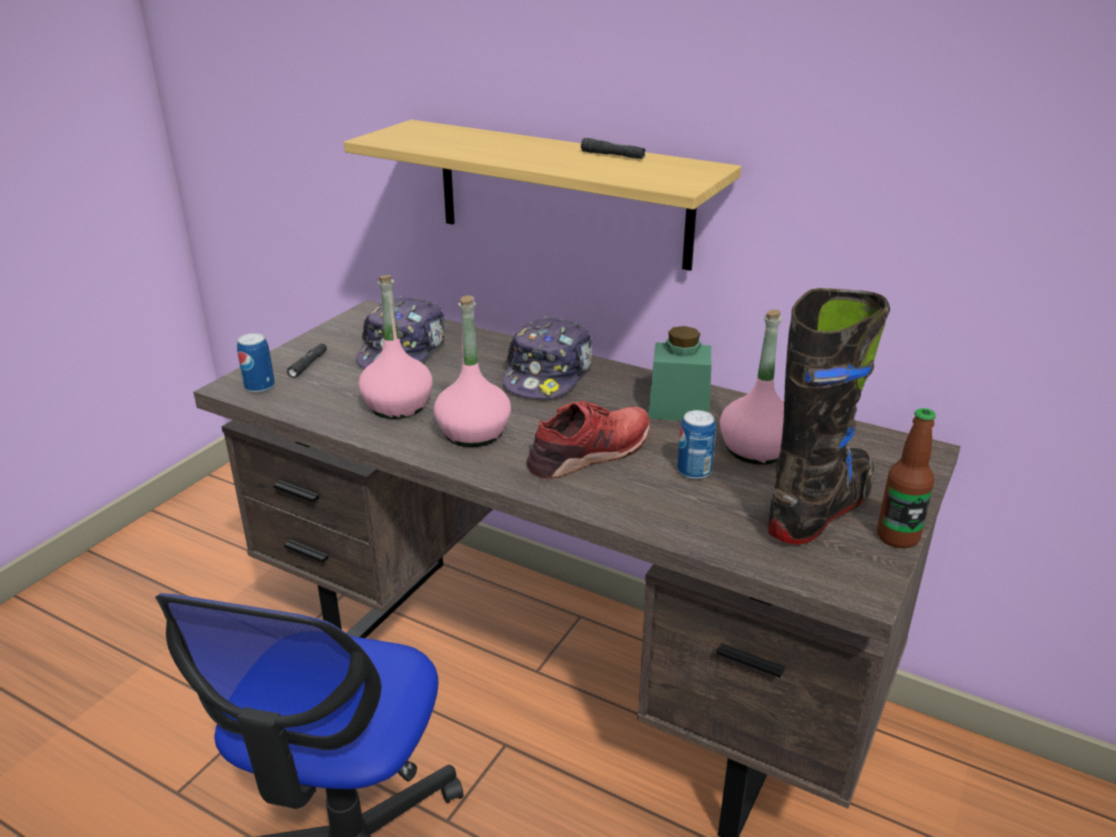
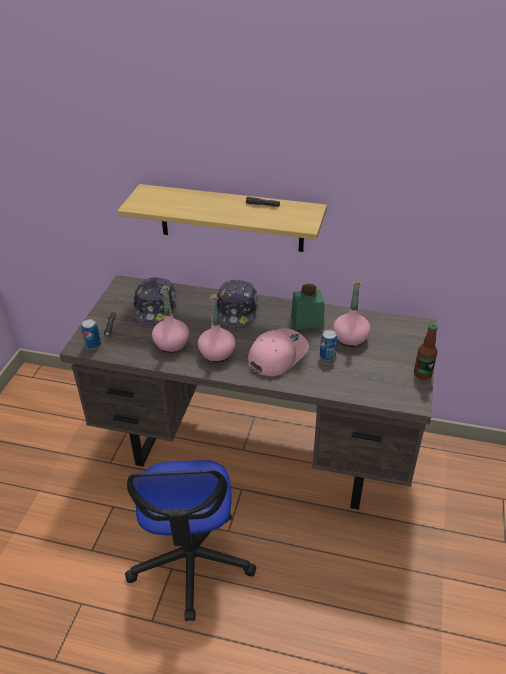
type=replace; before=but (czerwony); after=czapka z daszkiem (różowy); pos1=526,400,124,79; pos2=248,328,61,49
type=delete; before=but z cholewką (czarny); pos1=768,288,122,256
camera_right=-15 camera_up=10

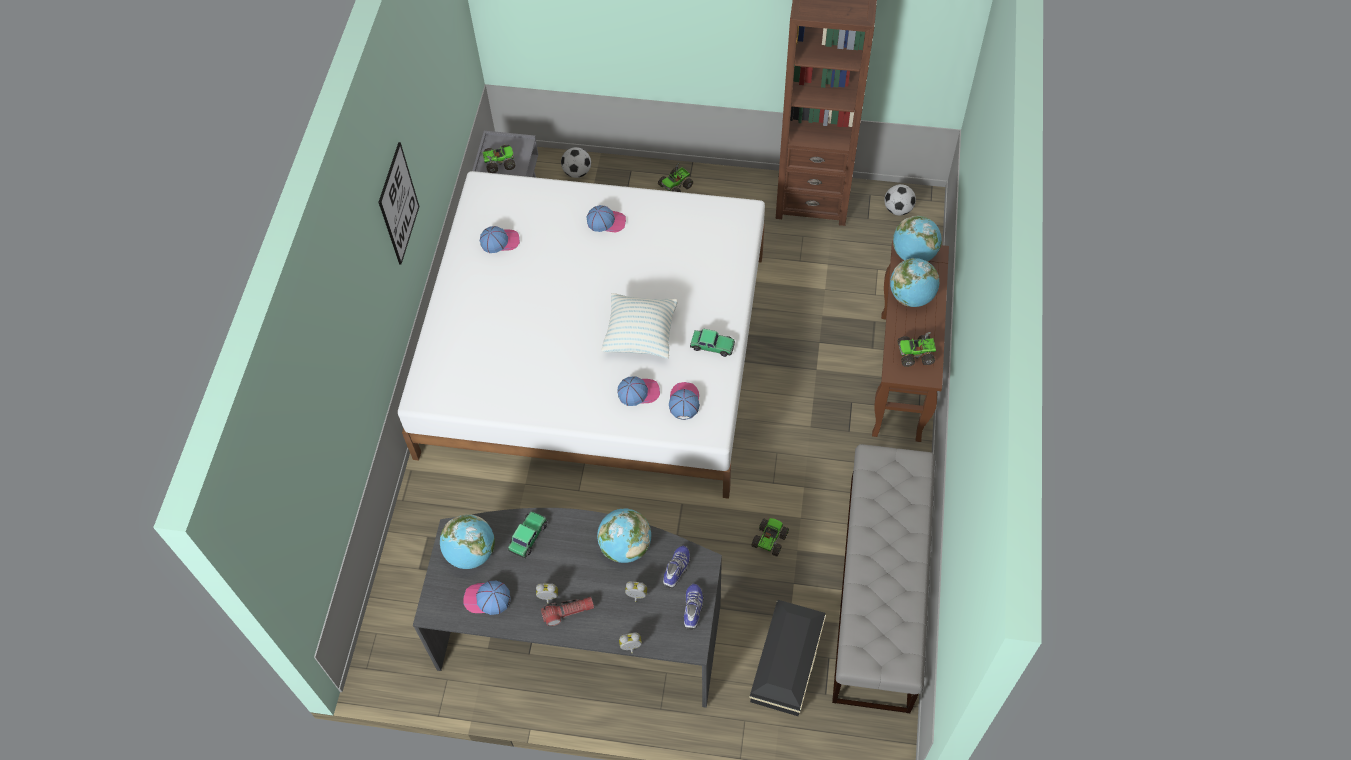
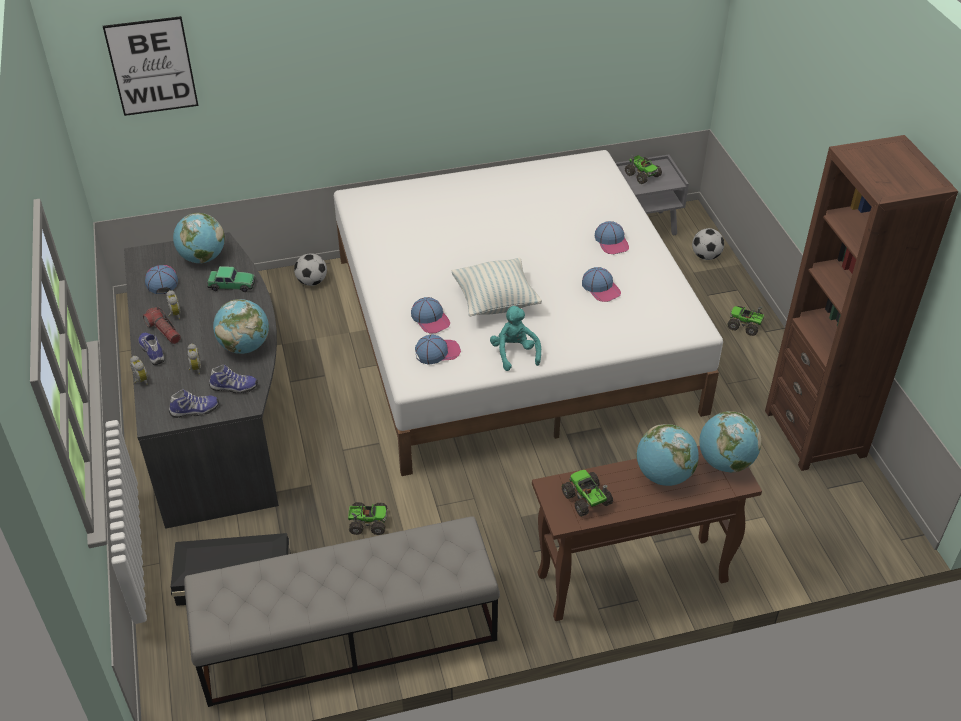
type=move; before=obraz; pos1=378,142,42,122; pos2=103,16,95,100
type=move; before=czapka z daszkiem; pos1=480,226,40,27; pos2=582,267,39,35
type=replace; before=samochodzik; after=pluszak (turkusowy); pos1=690,329,45,28; pos2=490,306,51,65
type=move; before=piłka futbolowa; pos1=884,184,32,32; pos2=294,253,33,33
type=insert; after=but; pos2=138,332,26,33
camera_right=65 camera_up=-15

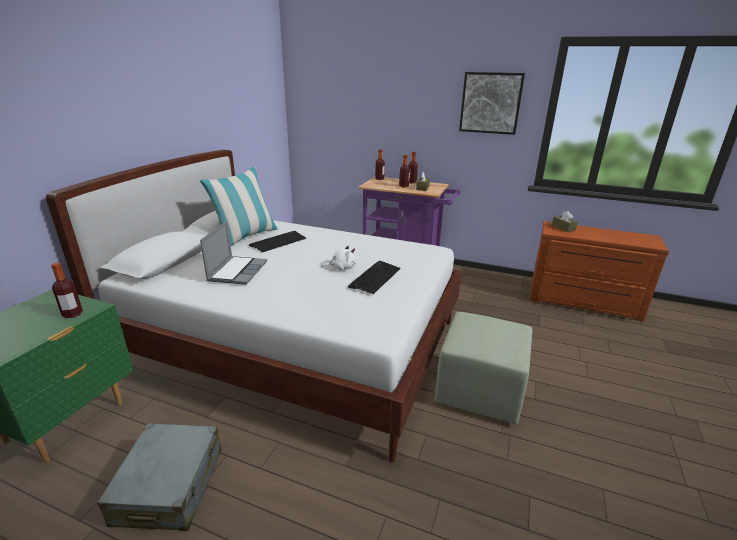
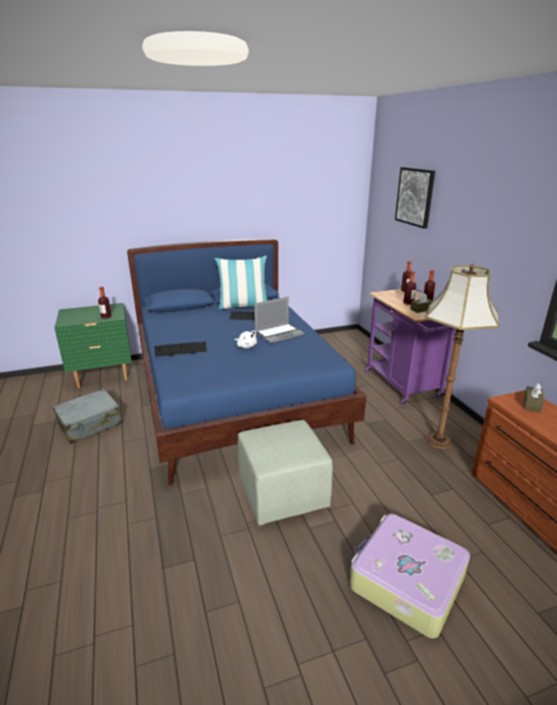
type=recolor; before=łóżko (biały); after=łóżko (niebieski); pos1=46,150,416,313; pos2=127,239,239,246
type=move; before=laptop; pos1=200,221,67,64; pos2=254,296,50,47
type=move; before=klawiatura; pos1=348,261,53,33; pos2=154,341,53,16
type=move; before=obraz; pos1=459,72,66,63; pos2=395,167,40,62
type=insert; after=walizka; pos2=350,514,120,124
type=insert; after=lampa stojąca; pos2=425,263,75,186
camera_right=50 camera_up=0

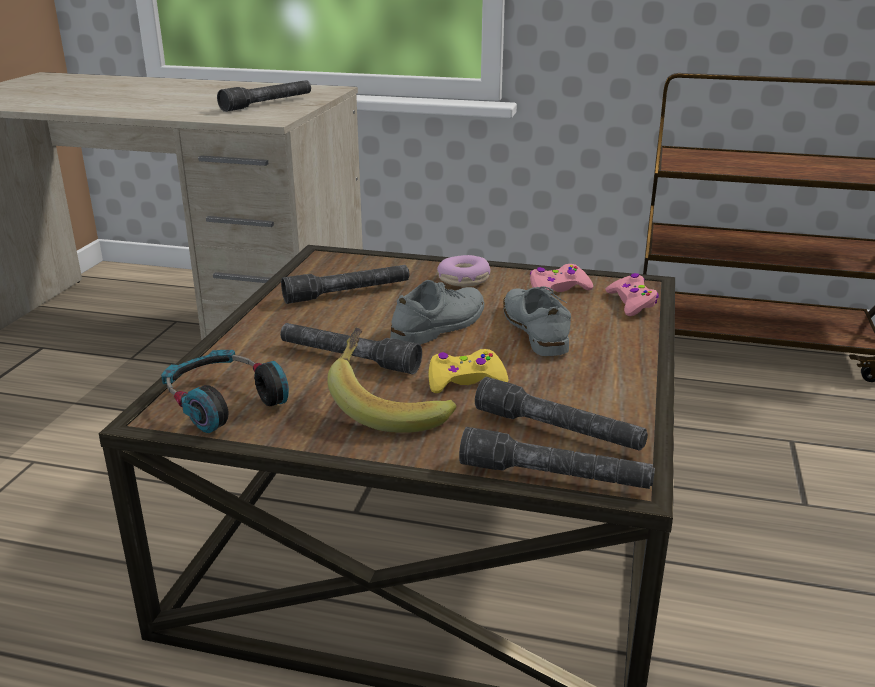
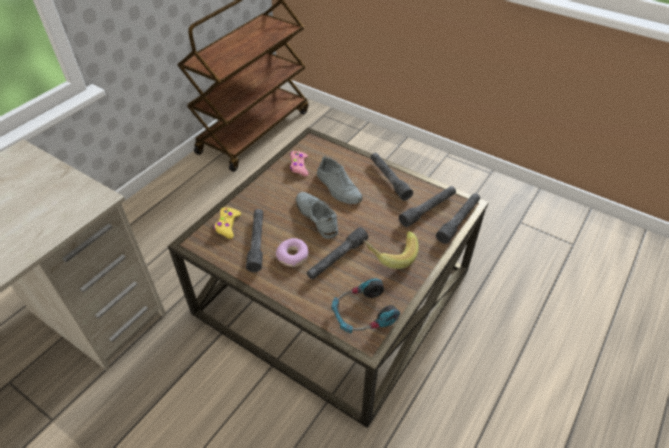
type=move; before=latarka (szary); pos1=217,80,94,32; pos2=371,153,42,48
type=move; before=pad do gier (żółty); pos1=429,349,79,44; pos2=214,207,27,32
type=move; before=donut; pos1=437,255,54,32; pos2=276,238,33,29
type=rotate; before=but (szary); pos1=503,286,68,70; pos2=317,156,46,48; turn=-135
type=delete; before=pad do gier (różowy); pos1=605,273,54,43
camera_right=-70 camera_up=20

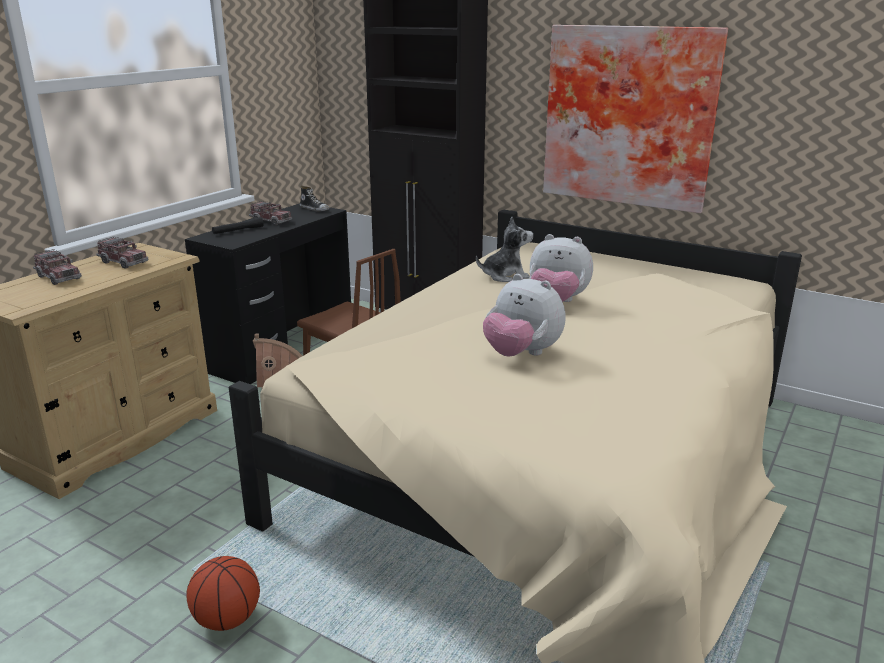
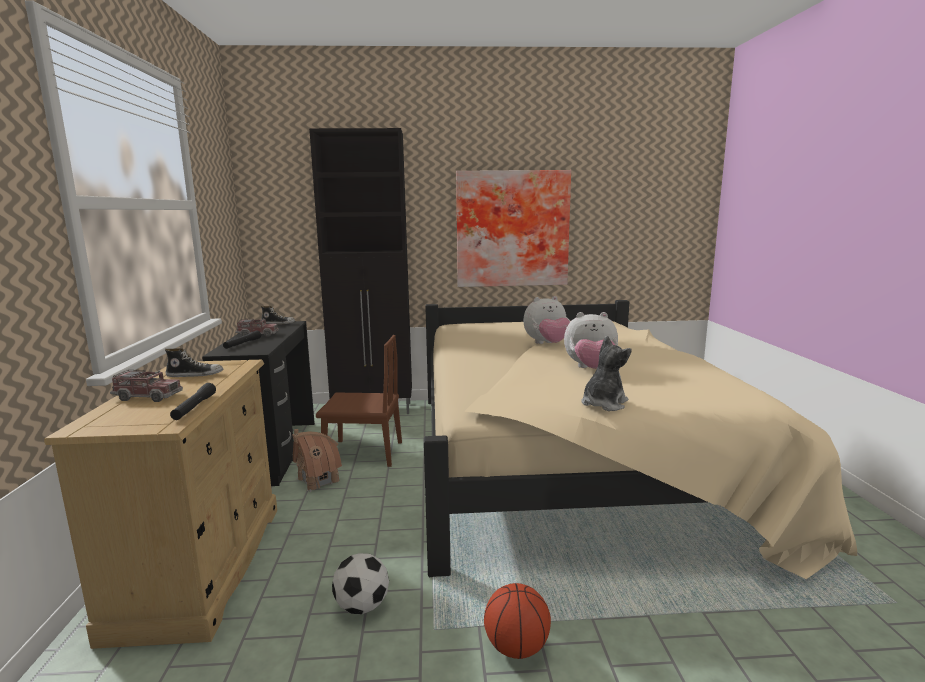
type=replace; before=ciężarówka zabawkowa; after=but; pos1=96,237,53,32; pos2=165,348,59,29
type=move; before=pluszak; pos1=476,217,57,65; pos2=581,336,51,75
type=insert; after=latarka (czarny); pos2=170,383,46,37
type=insert; after=piłka futbolowa; pos2=332,553,57,61
camera_right=-35 camera_up=-10

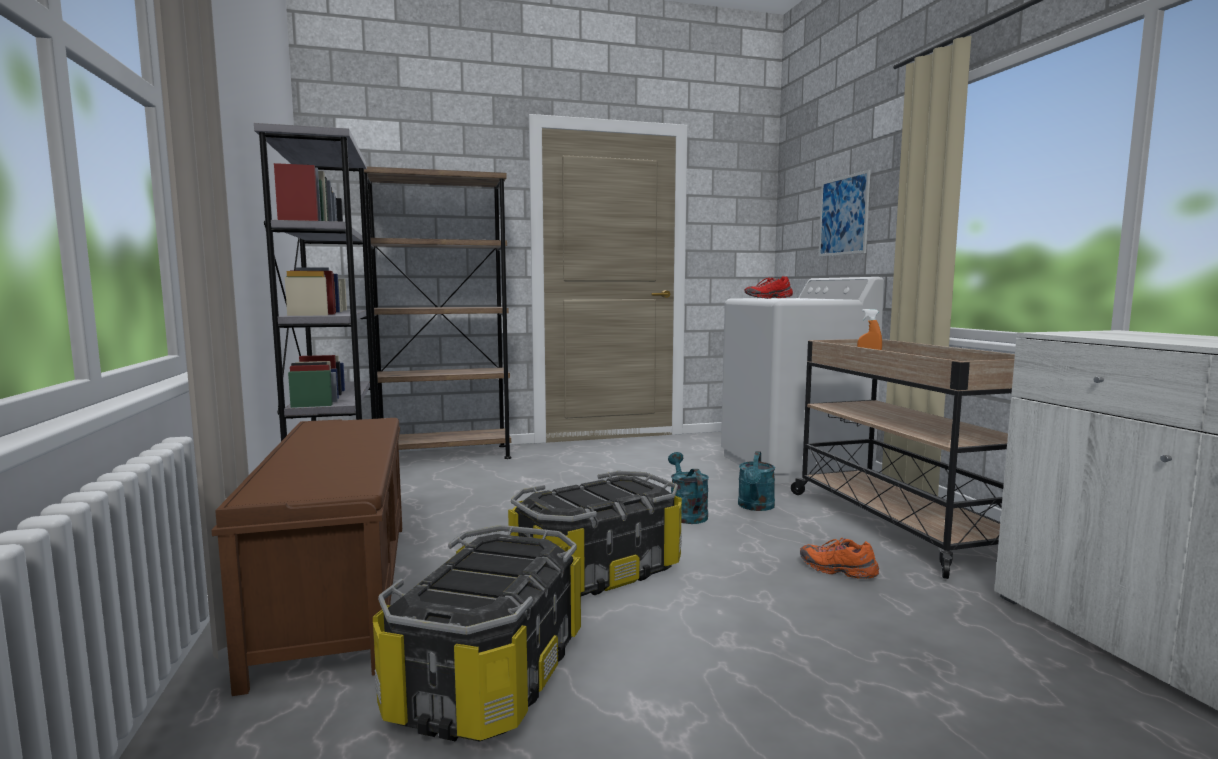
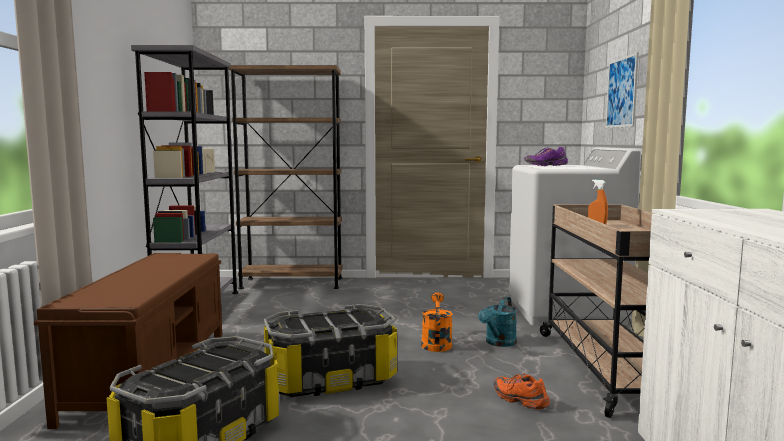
type=recolor; before=konewka (turkusowy); after=konewka (pomarańczowy); pos1=668,452,41,72; pos2=421,293,32,59
type=recolor; before=but (czerwony); after=but (fioletowy); pos1=744,276,49,23; pos2=524,147,44,19
camera_right=15 camera_up=0

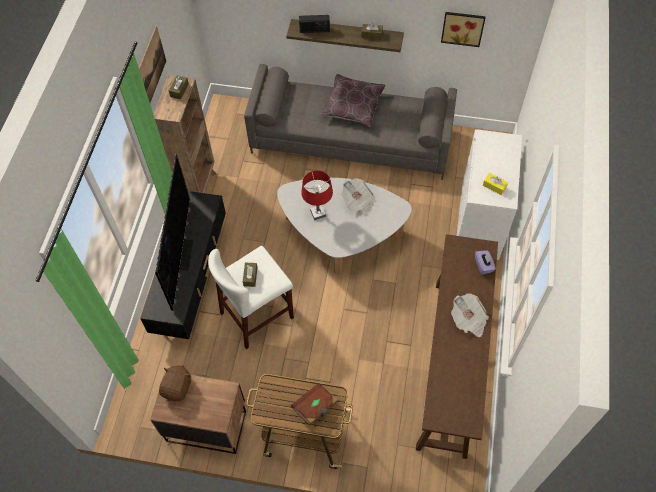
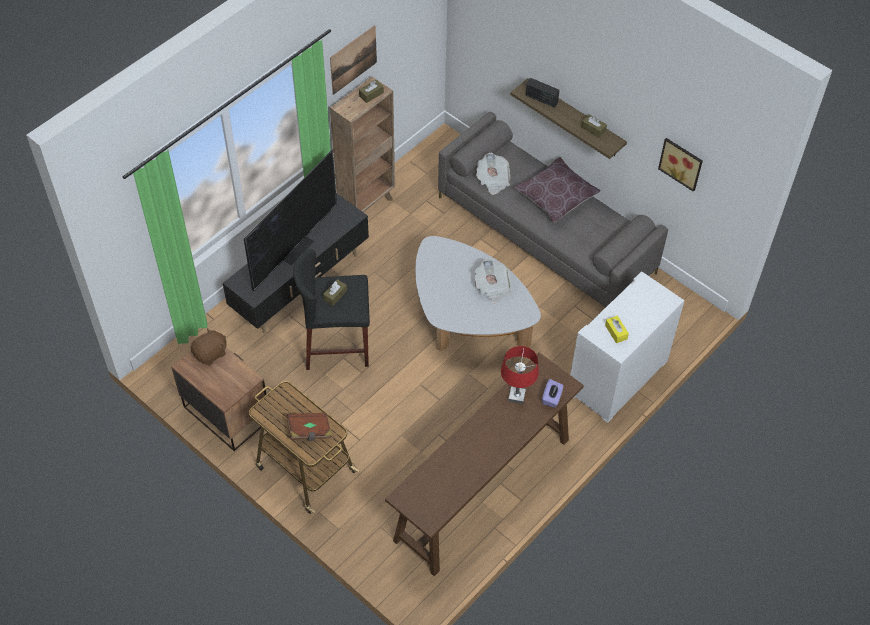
type=recolor; before=stołek (biały); after=stołek (czarny); pos1=208,246,86,103; pos2=293,249,77,121
type=move; before=lampa stołowa (czerwony); pos1=301,171,32,49; pos2=501,346,38,58
type=move; before=gazeta; pos1=451,293,38,44; pos2=476,153,34,42
camera_right=30 camera_up=-5

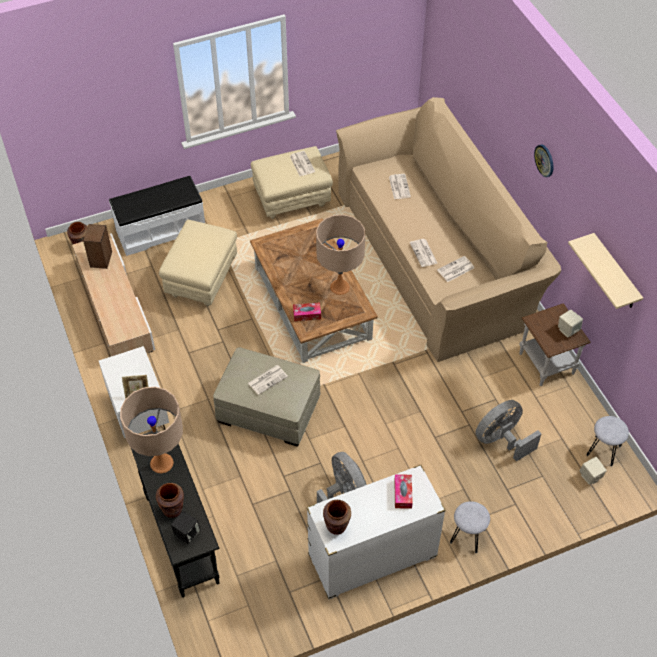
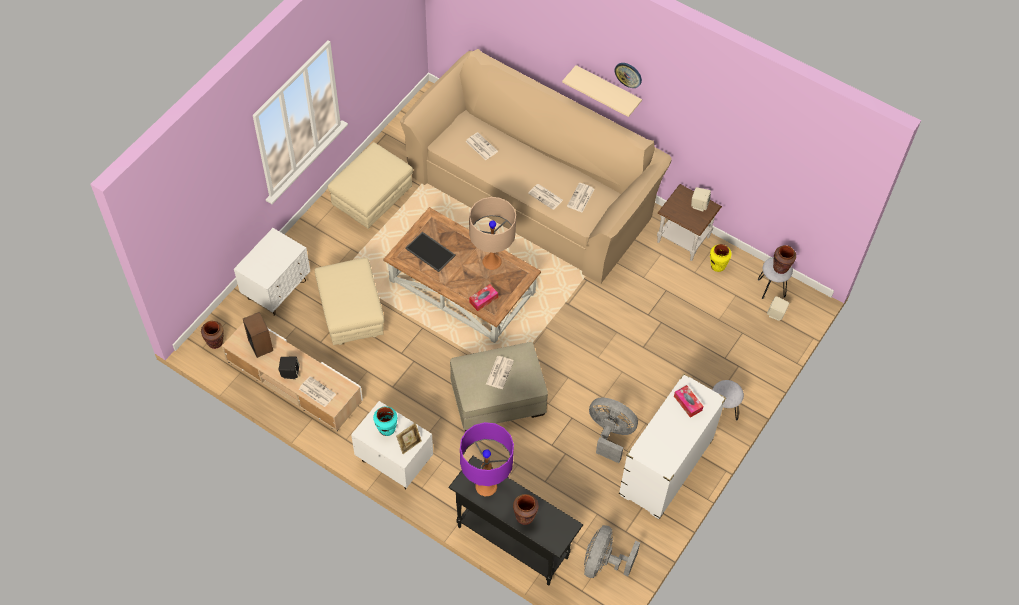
type=replace; before=ławka (biały); after=szafka nocna (biały); pos1=109,176,96,80; pos2=234,228,76,88
type=recolor; before=lampa stołowa (beżowy); after=lampa stołowa (fioletowy); pos1=120,387,63,86; pos2=460,422,54,74
type=move; before=głośnik (czarny); pos1=171,511,30,33; pos2=279,357,21,22
type=move; before=gazeta; pos1=290,151,25,25; pos2=299,376,37,31
type=move; before=wazon (brązowy); pos1=323,500,28,35; pos2=773,245,23,29
type=move; before=wentylator (szary); pos1=475,400,66,62; pos2=584,525,56,53
type=move; before=półka (beżowy); pos1=568,233,75,76; pos2=562,65,80,52
type=insert; after=wazon (turkusowy); pos2=373,406,24,30
type=insert; after=taca; pos2=405,232,51,40
type=insert; after=wazon (żółty); pos2=710,244,21,28
camera_right=-35 camera_up=5

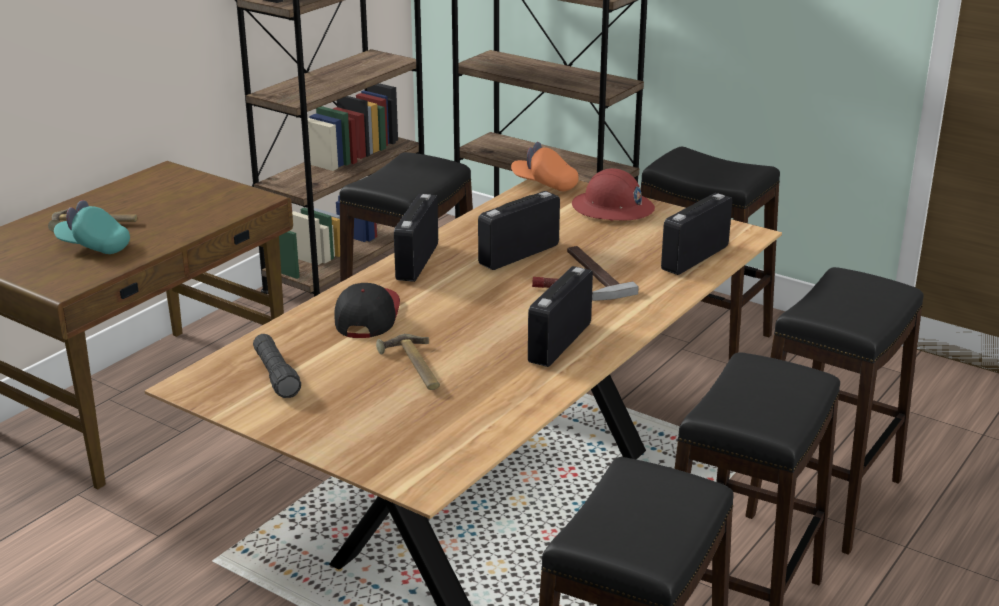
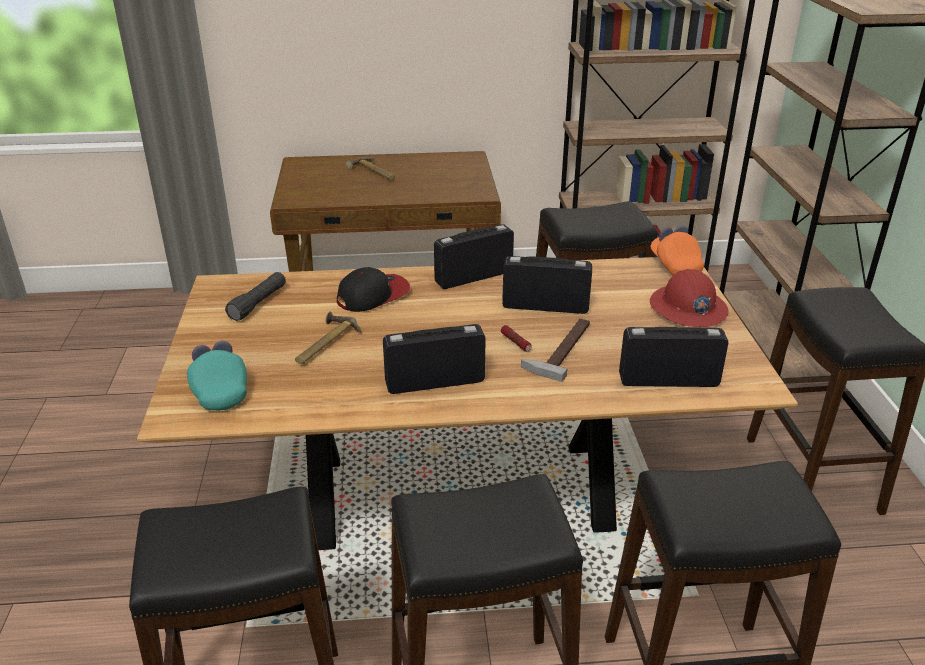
type=move; before=czapka z daszkiem (turkusowy); pos1=54,200,76,54; pos2=187,341,60,69
camera_right=50 camera_up=5

